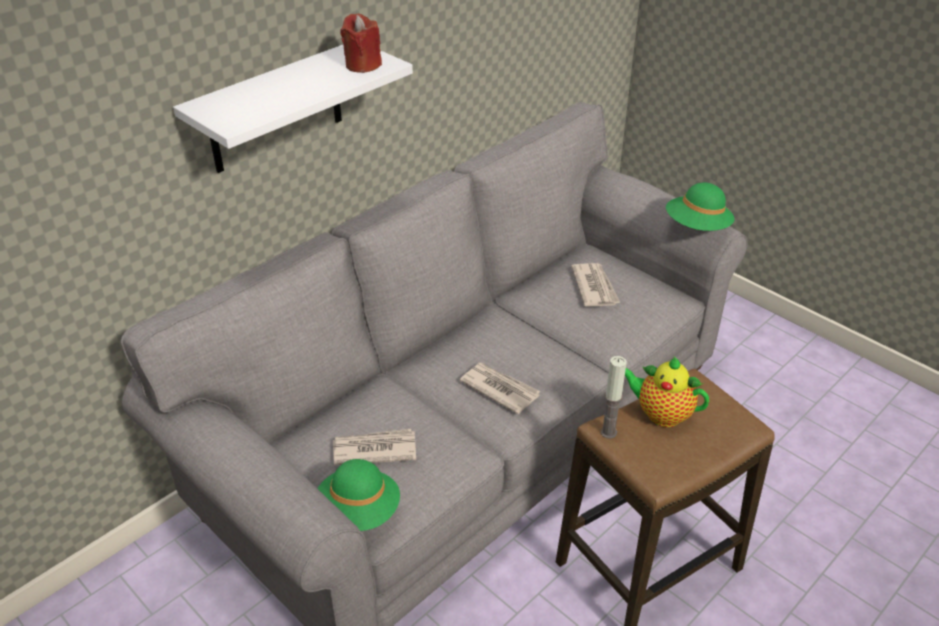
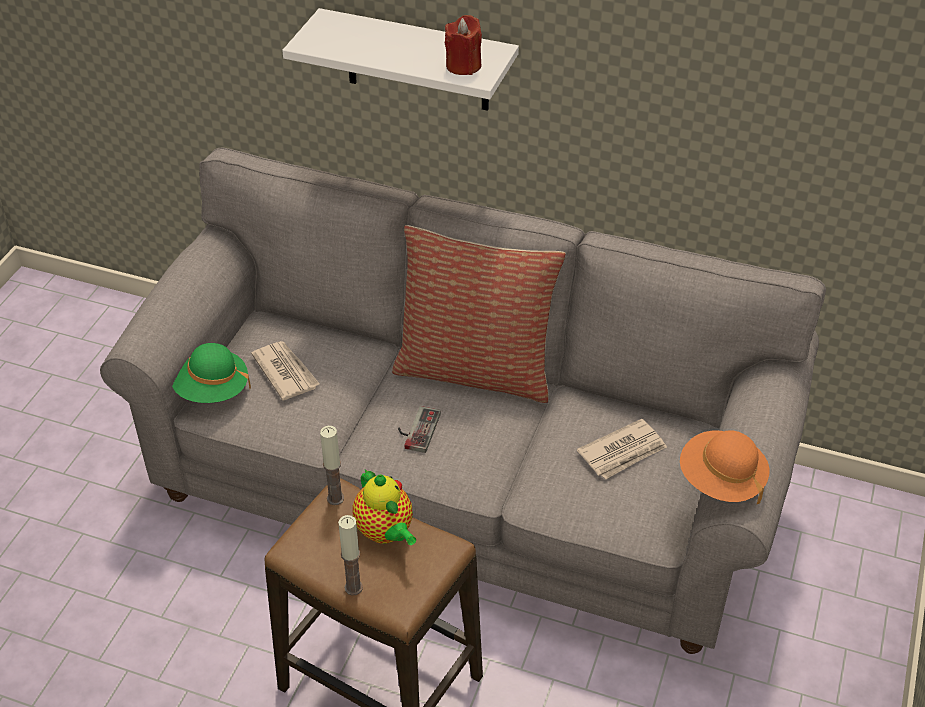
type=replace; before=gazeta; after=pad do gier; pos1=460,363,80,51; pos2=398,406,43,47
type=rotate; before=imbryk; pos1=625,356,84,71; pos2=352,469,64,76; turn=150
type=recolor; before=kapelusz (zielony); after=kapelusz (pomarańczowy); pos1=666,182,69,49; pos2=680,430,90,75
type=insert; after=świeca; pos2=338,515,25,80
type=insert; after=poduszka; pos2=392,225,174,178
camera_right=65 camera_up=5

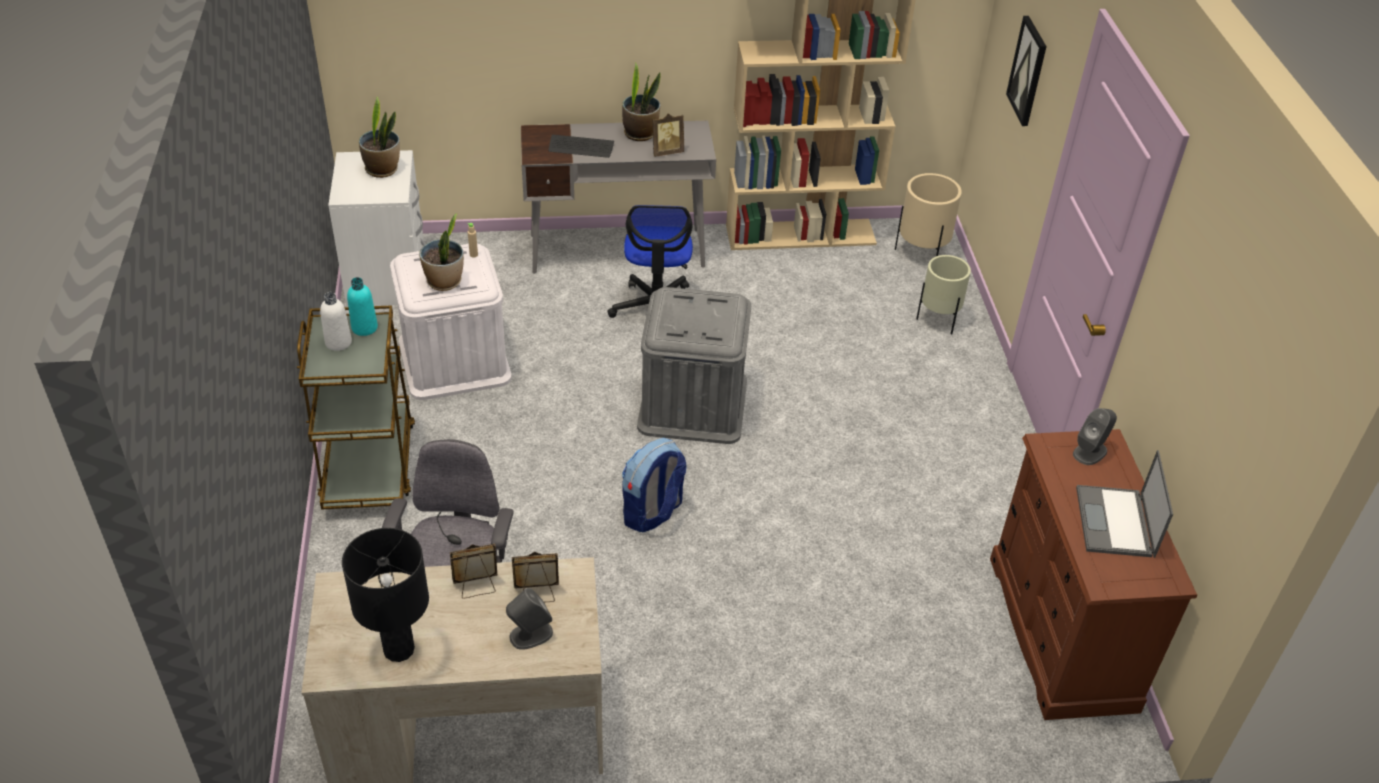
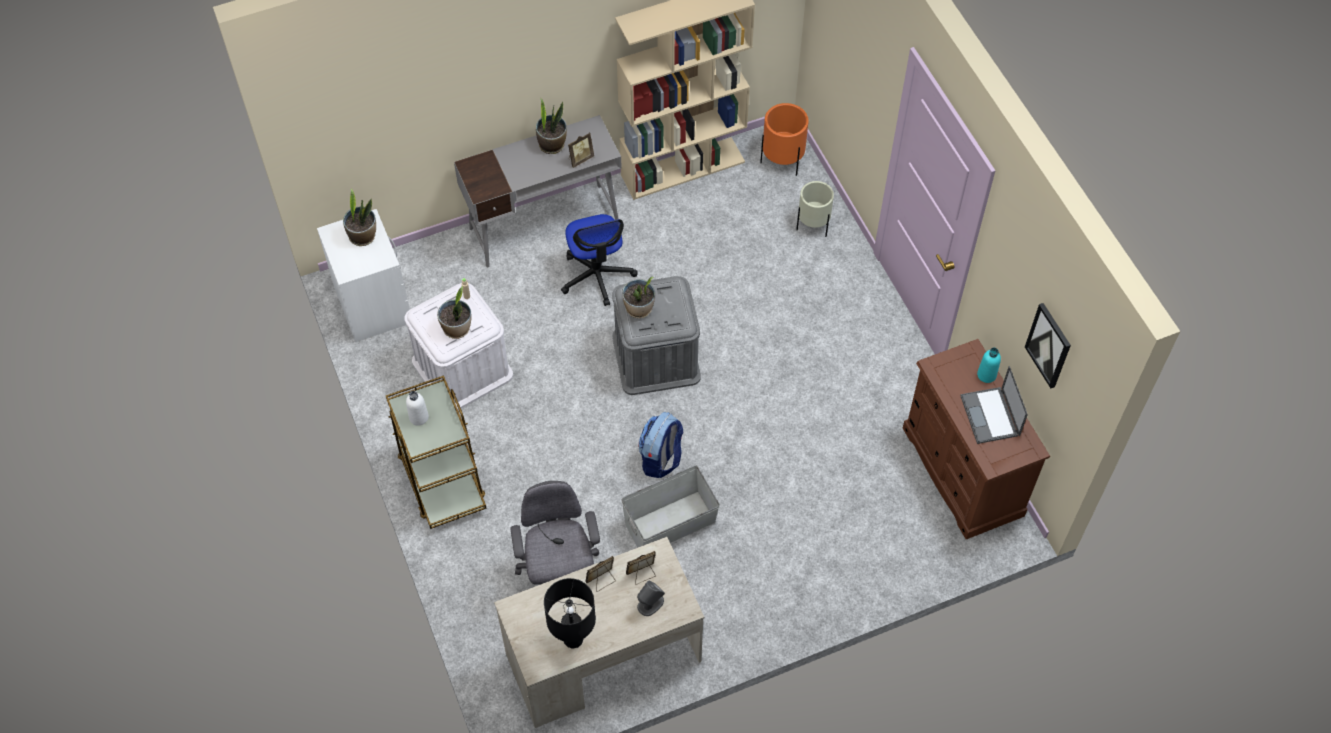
type=move; before=butelka (turkusowy); pos1=347,277,31,59; pos2=977,348,24,35
type=delete; before=klawiatura; pos1=549,135,65,23
type=recolor; before=donica (beżowy); after=donica (pomarańczowy); pos1=895,173,67,83; pos2=760,103,49,73
type=move; before=obraz; pos1=1006,16,41,110; pos2=1025,303,46,85
type=delete; before=głośnik (szary); pos1=1073,408,44,57
type=insert; after=pojemnik do przechowywania (szary); pos2=621,465,99,83
type=insert; after=roślina doniczkowa; pos2=622,277,33,41
camera_right=-15 camera_up=15

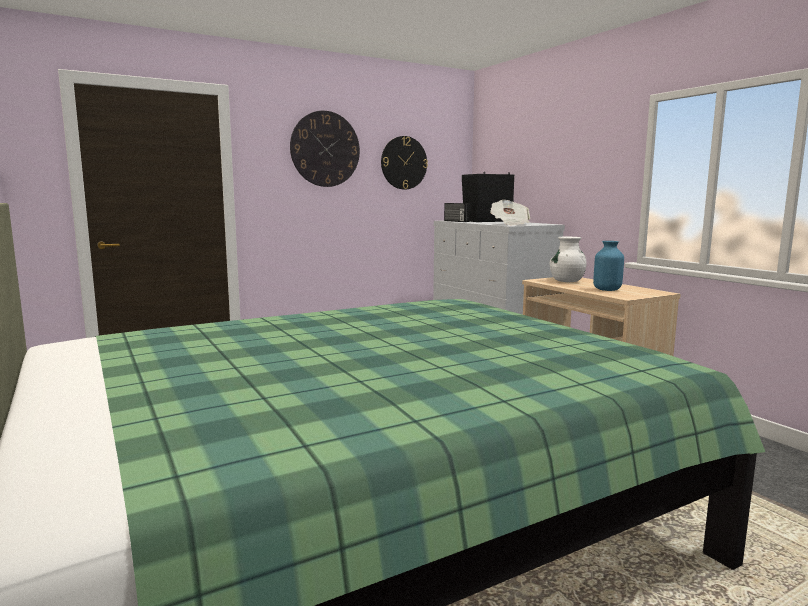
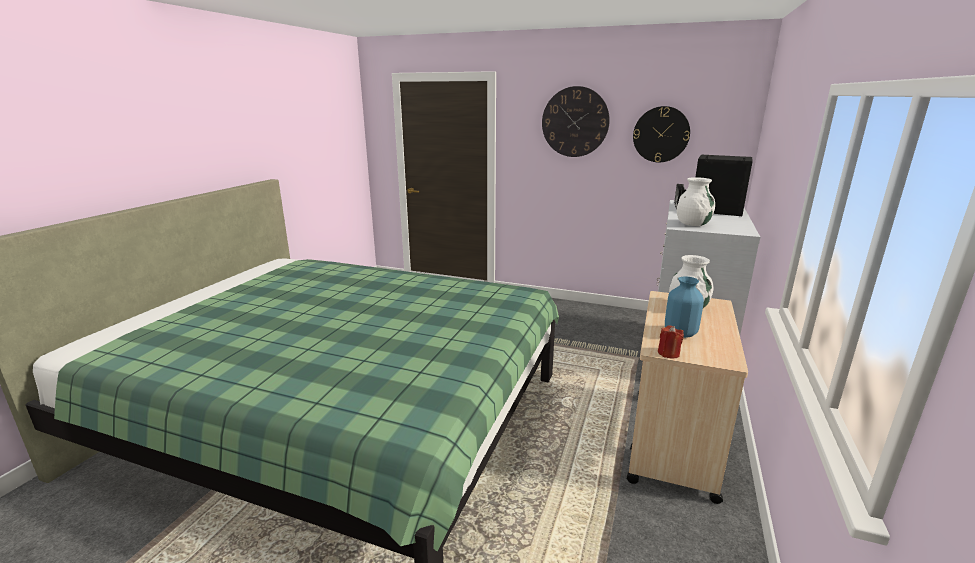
type=replace; before=gazeta; after=wazon (biały); pos1=490,200,40,26; pos2=677,177,38,49
type=insert; after=świeca (czerwony); pos2=658,325,26,34
camera_right=50 camera_up=10

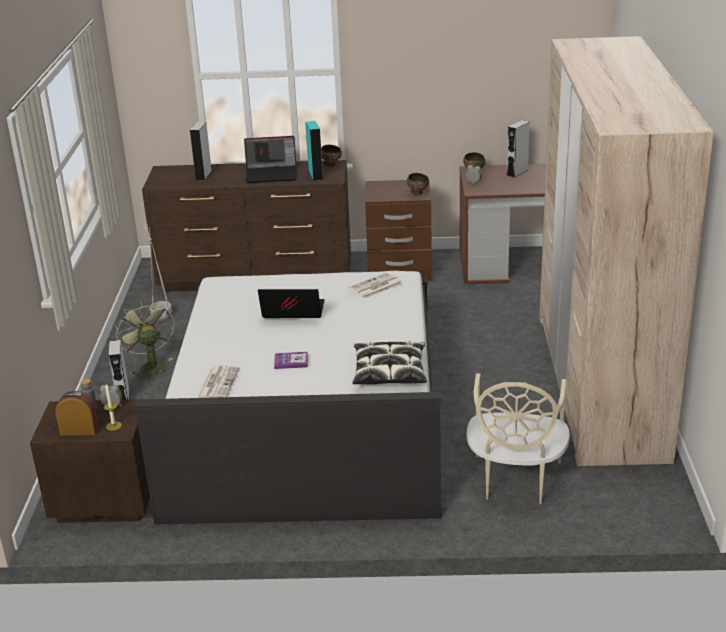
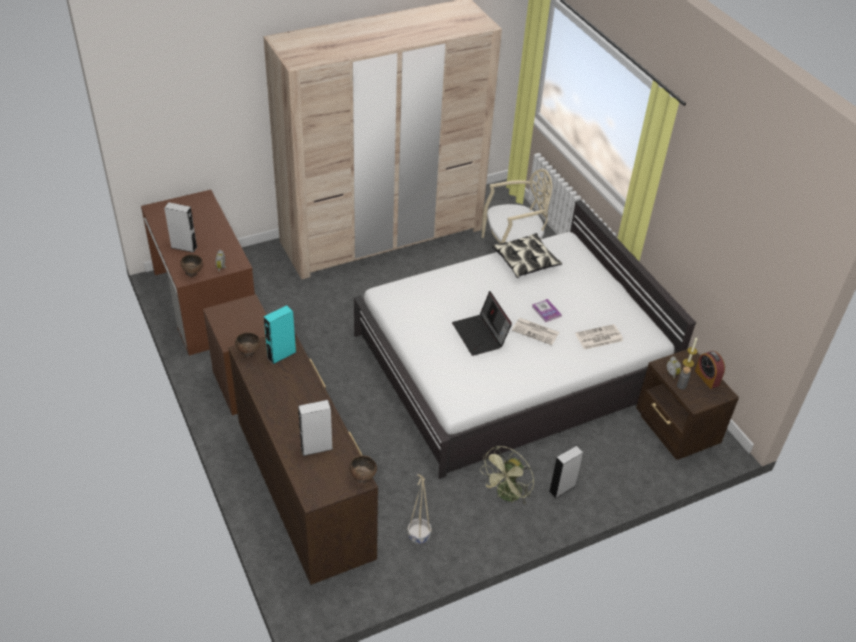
type=delete; before=laptop; pos1=244,136,53,47
type=move; before=gazeta; pos1=349,273,54,26; pos2=512,318,47,27
type=move; before=miska (brązowy); pos1=407,173,22,22; pos2=349,455,28,29
camera_right=-120 camera_up=15

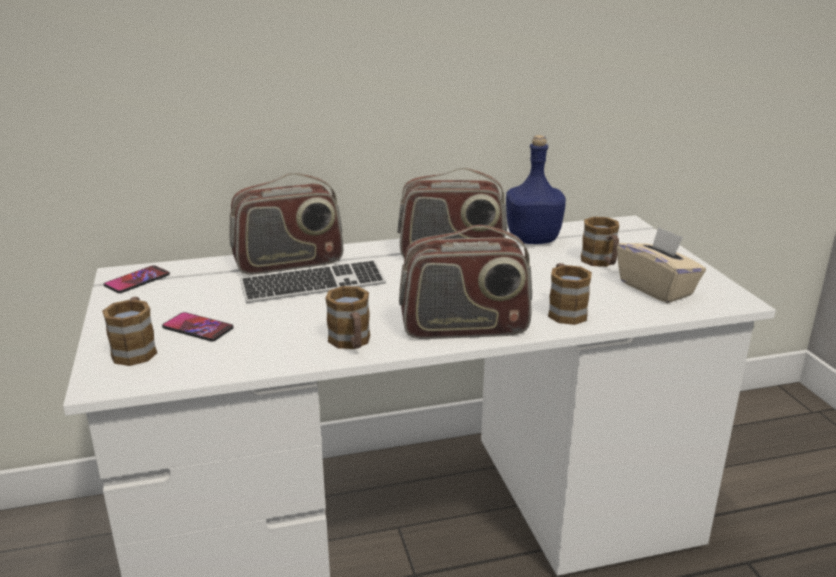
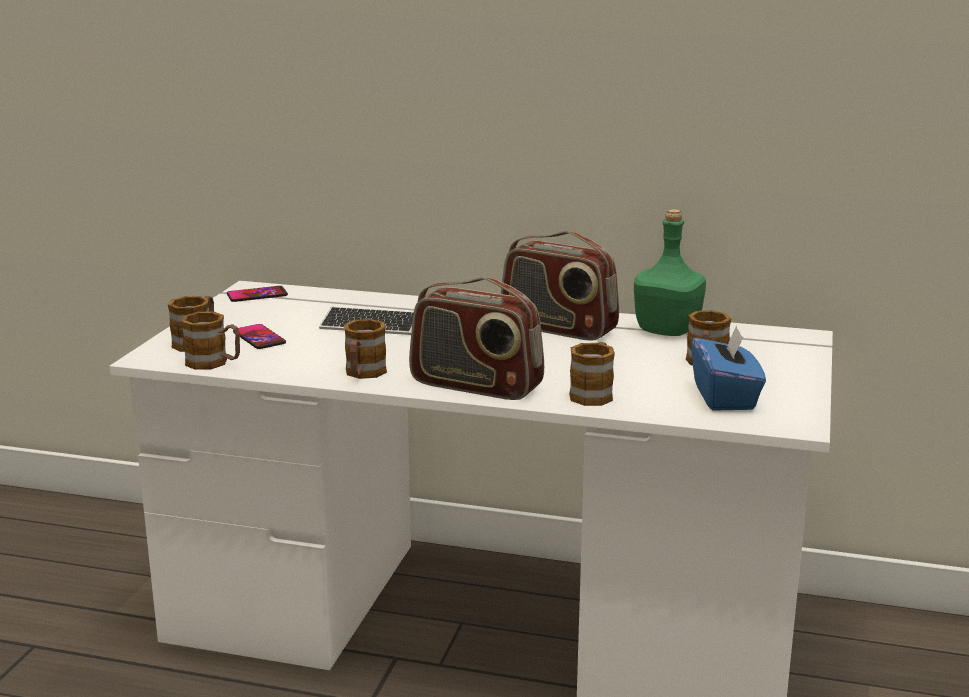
type=delete; before=radio; pos1=230,173,113,102
type=recolor; before=butelka (niebieski); after=butelka (zielony); pos1=506,135,60,109; pos2=634,209,72,127
type=recolor; before=pudełko chusteczek (beżowy); after=pudełko chusteczek (niebieski); pos1=617,227,89,76; pos2=691,325,75,86
type=insert; after=kubek; pos2=181,312,59,58
camera_right=30 camera_up=-5

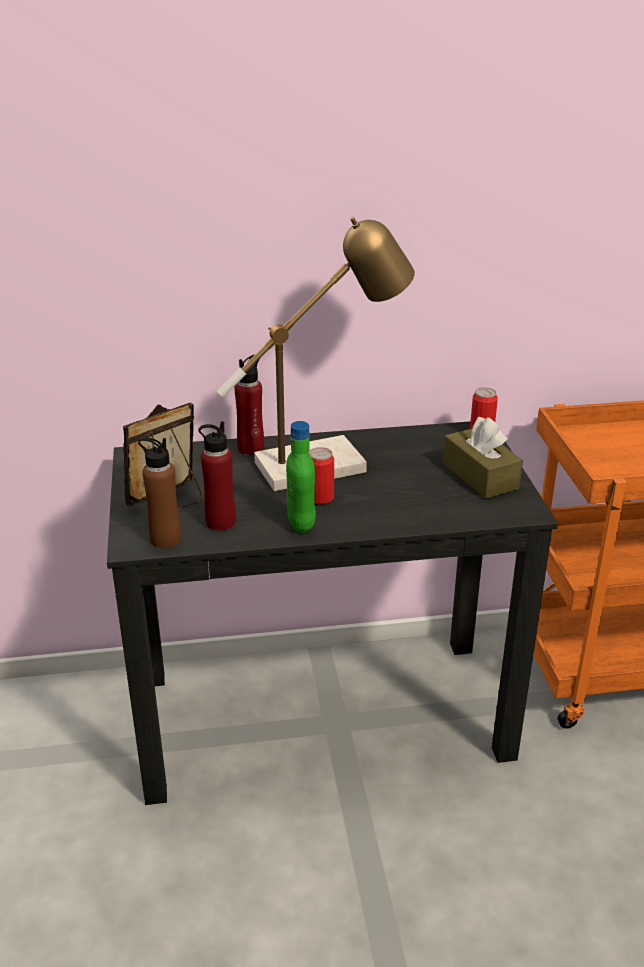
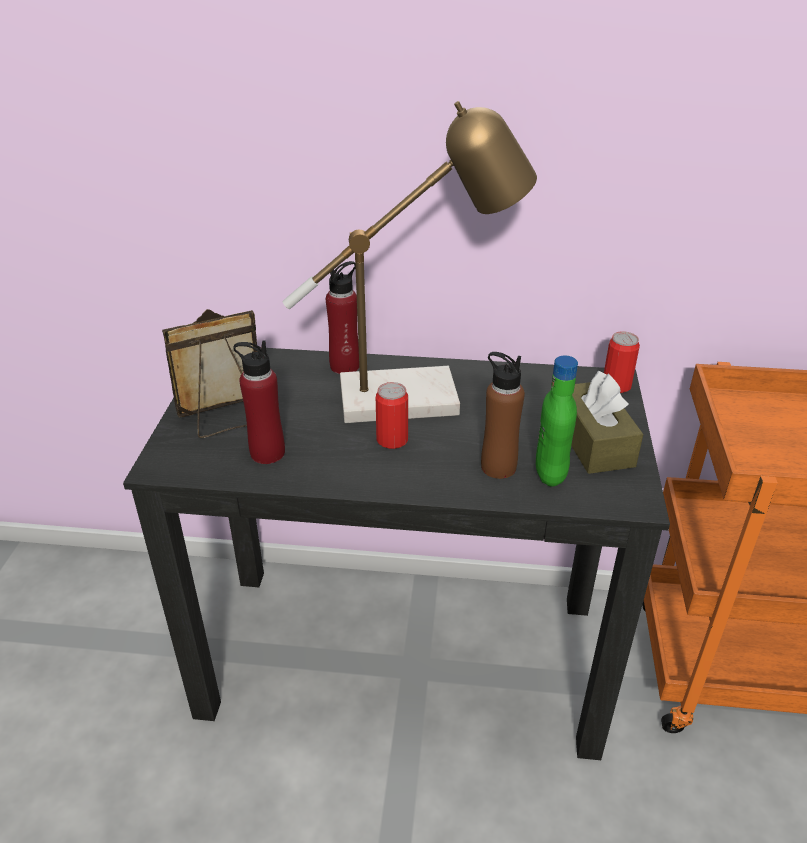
type=move; before=butelka (brązowy); pos1=138,437,43,111; pos2=481,352,44,127
type=move; before=butelka (zielony); pos1=286,421,30,112; pos2=536,356,42,131
camera_right=15 camera_up=5

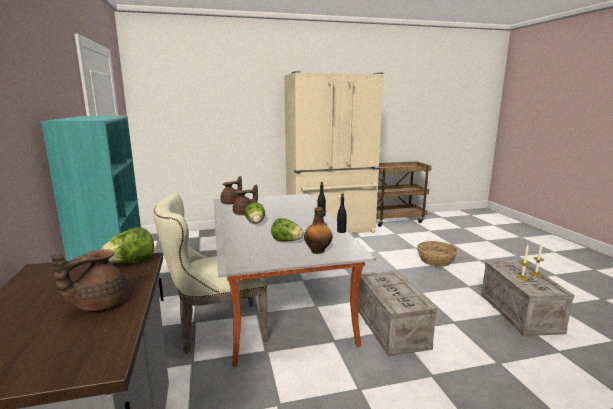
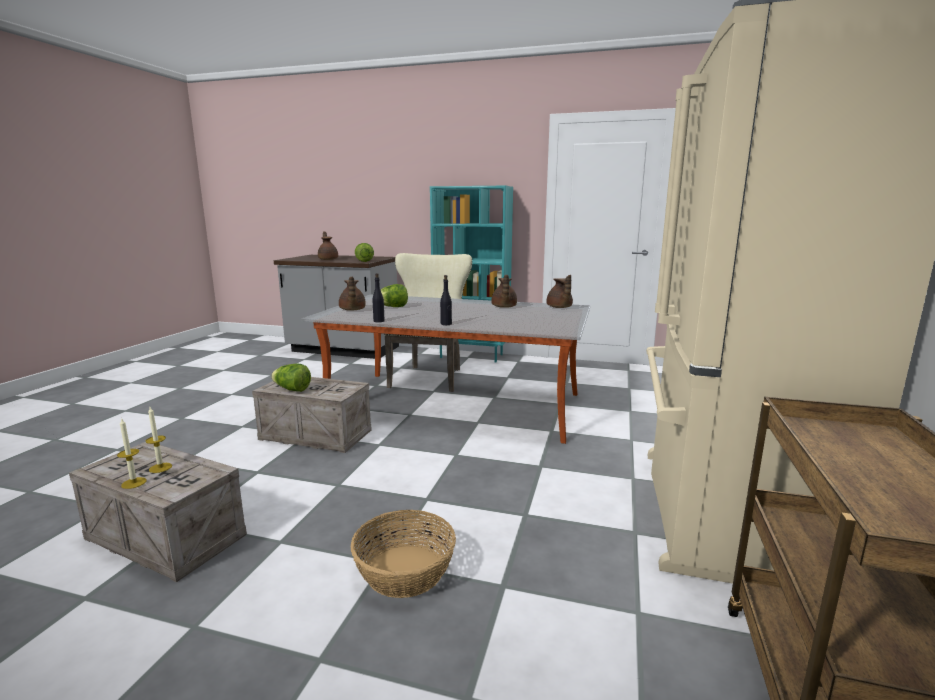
type=move; before=sałata; pos1=244,202,21,22; pos2=271,363,40,29
type=replace; before=butelka; after=imbryk (brązowy); pos1=304,207,29,47; pos2=339,277,27,34
camera_right=120 camera_up=0

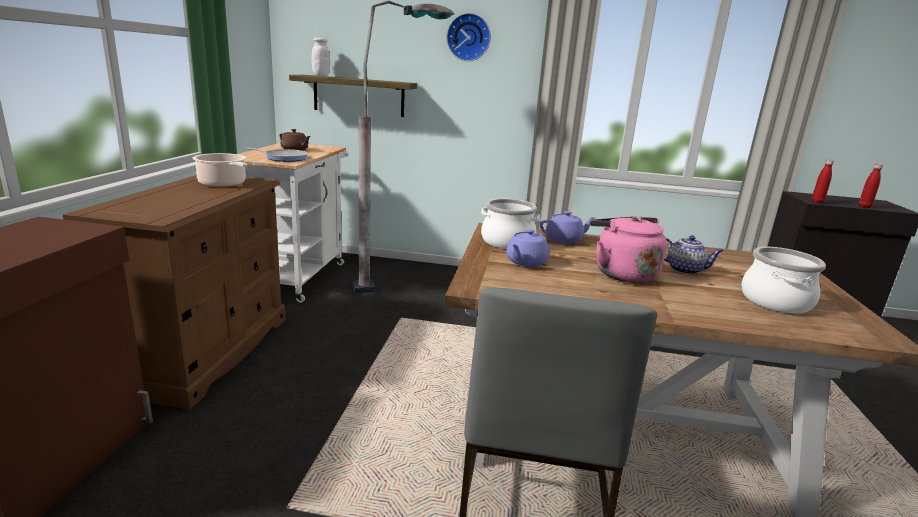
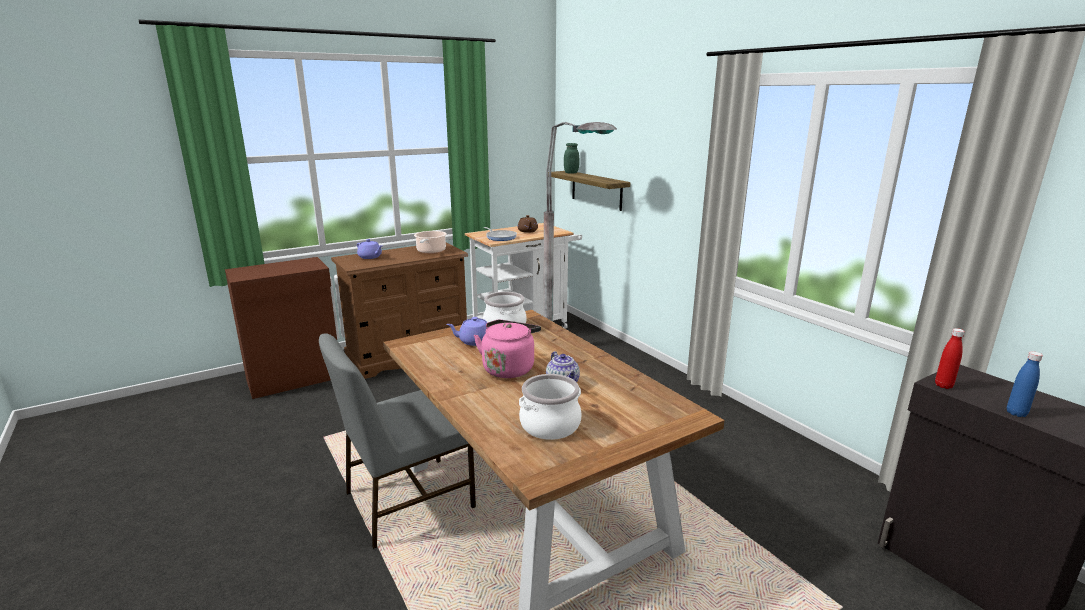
type=recolor; before=słoik (biały); after=słoik (zielony); pos1=311,38,19,38; pos2=564,143,15,31
type=delete; before=zegar ścienny; pos1=447,13,44,48
type=move; before=imbryk (fioletowy); pos1=540,211,56,33; pos2=357,239,25,20
type=recolor; before=butelka (czerwony); after=butelka (niebieski); pos1=859,164,24,44; pos2=1007,351,36,66
camera_right=50 camera_up=0

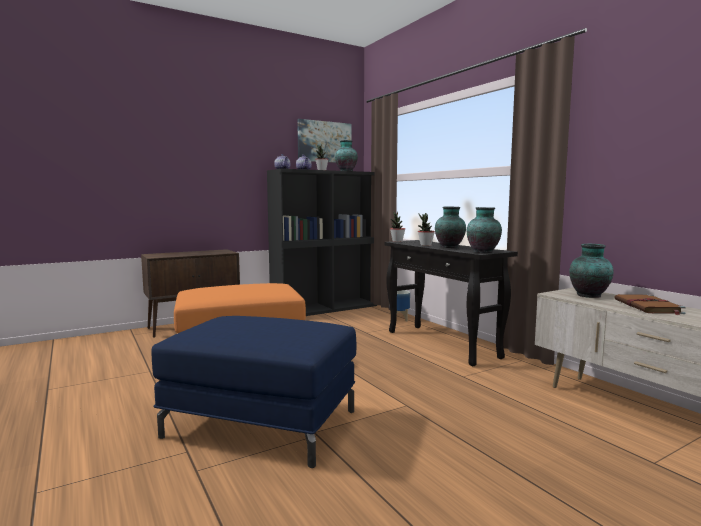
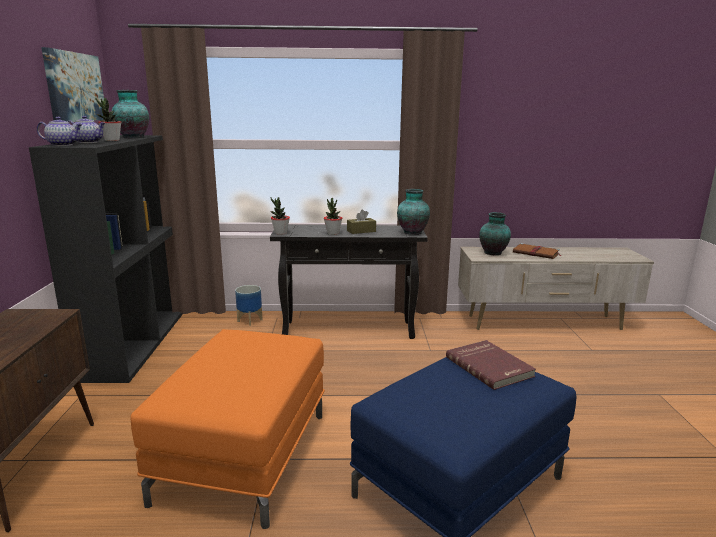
type=replace; before=wazon; after=pudełko chusteczek (brązowy); pos1=435,207,31,41; pos2=347,210,29,24
type=insert; after=książka (czerwony); pos2=446,340,90,50
camera_right=-60 camera_up=10

